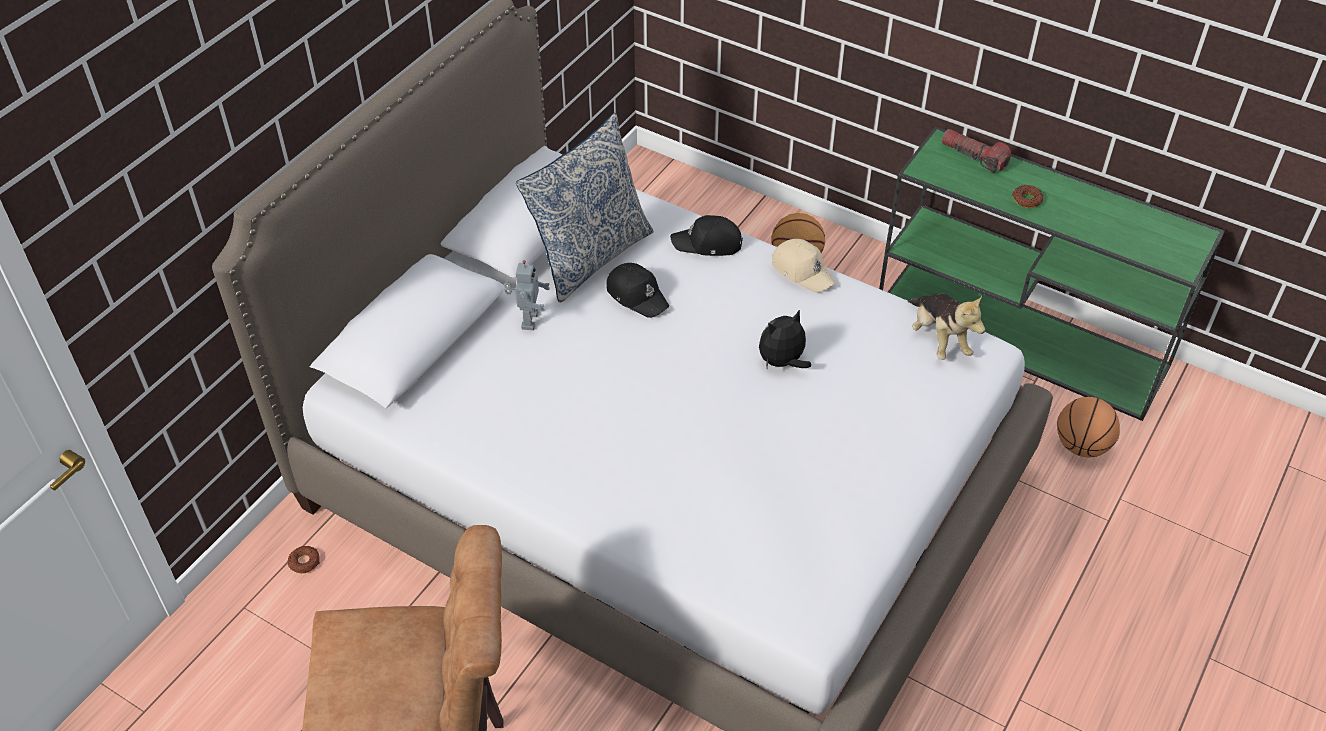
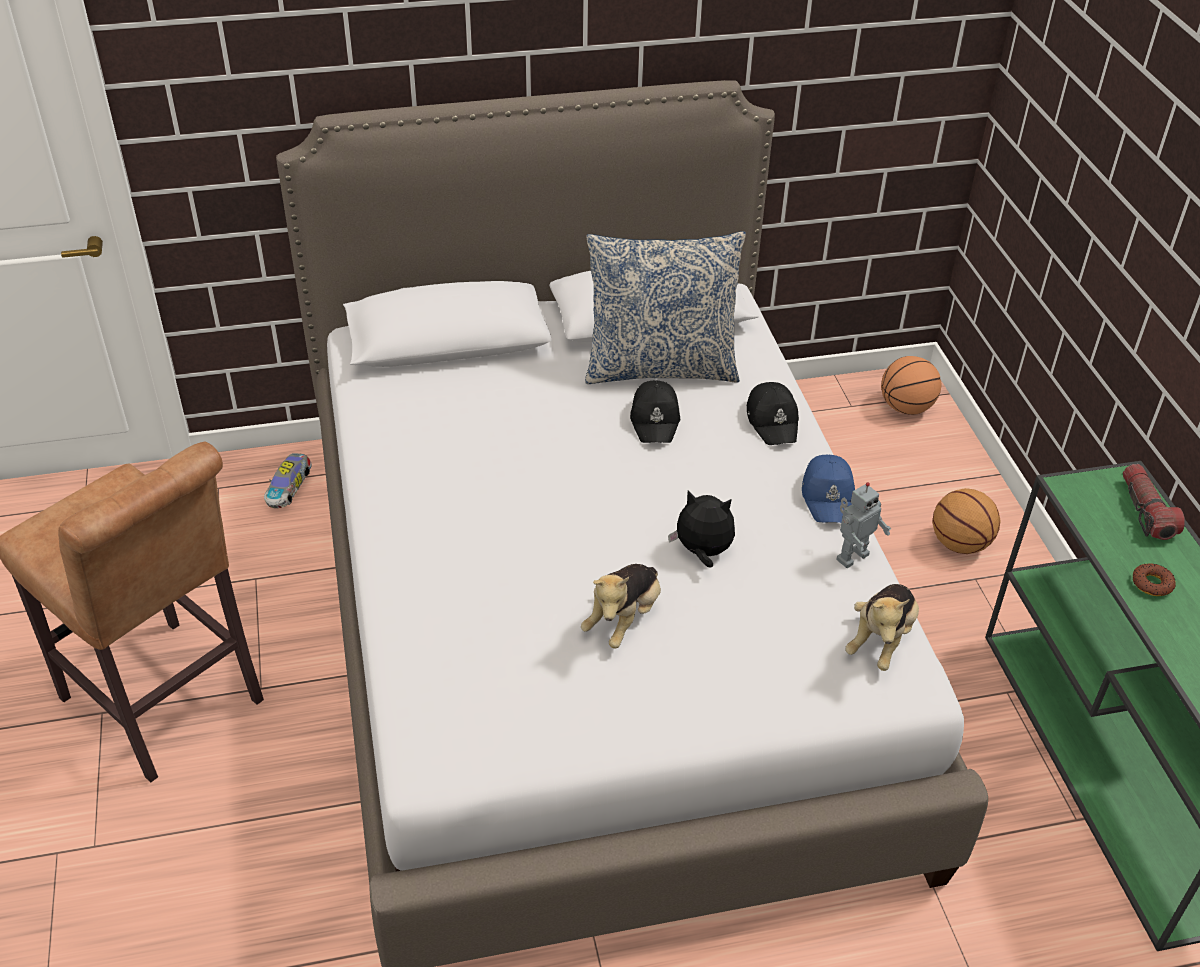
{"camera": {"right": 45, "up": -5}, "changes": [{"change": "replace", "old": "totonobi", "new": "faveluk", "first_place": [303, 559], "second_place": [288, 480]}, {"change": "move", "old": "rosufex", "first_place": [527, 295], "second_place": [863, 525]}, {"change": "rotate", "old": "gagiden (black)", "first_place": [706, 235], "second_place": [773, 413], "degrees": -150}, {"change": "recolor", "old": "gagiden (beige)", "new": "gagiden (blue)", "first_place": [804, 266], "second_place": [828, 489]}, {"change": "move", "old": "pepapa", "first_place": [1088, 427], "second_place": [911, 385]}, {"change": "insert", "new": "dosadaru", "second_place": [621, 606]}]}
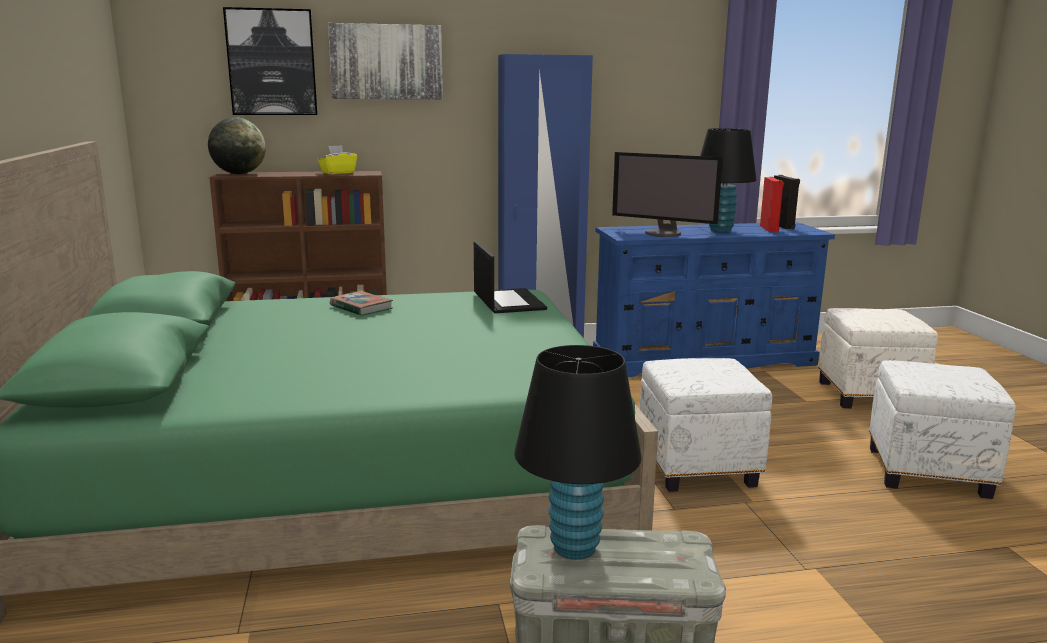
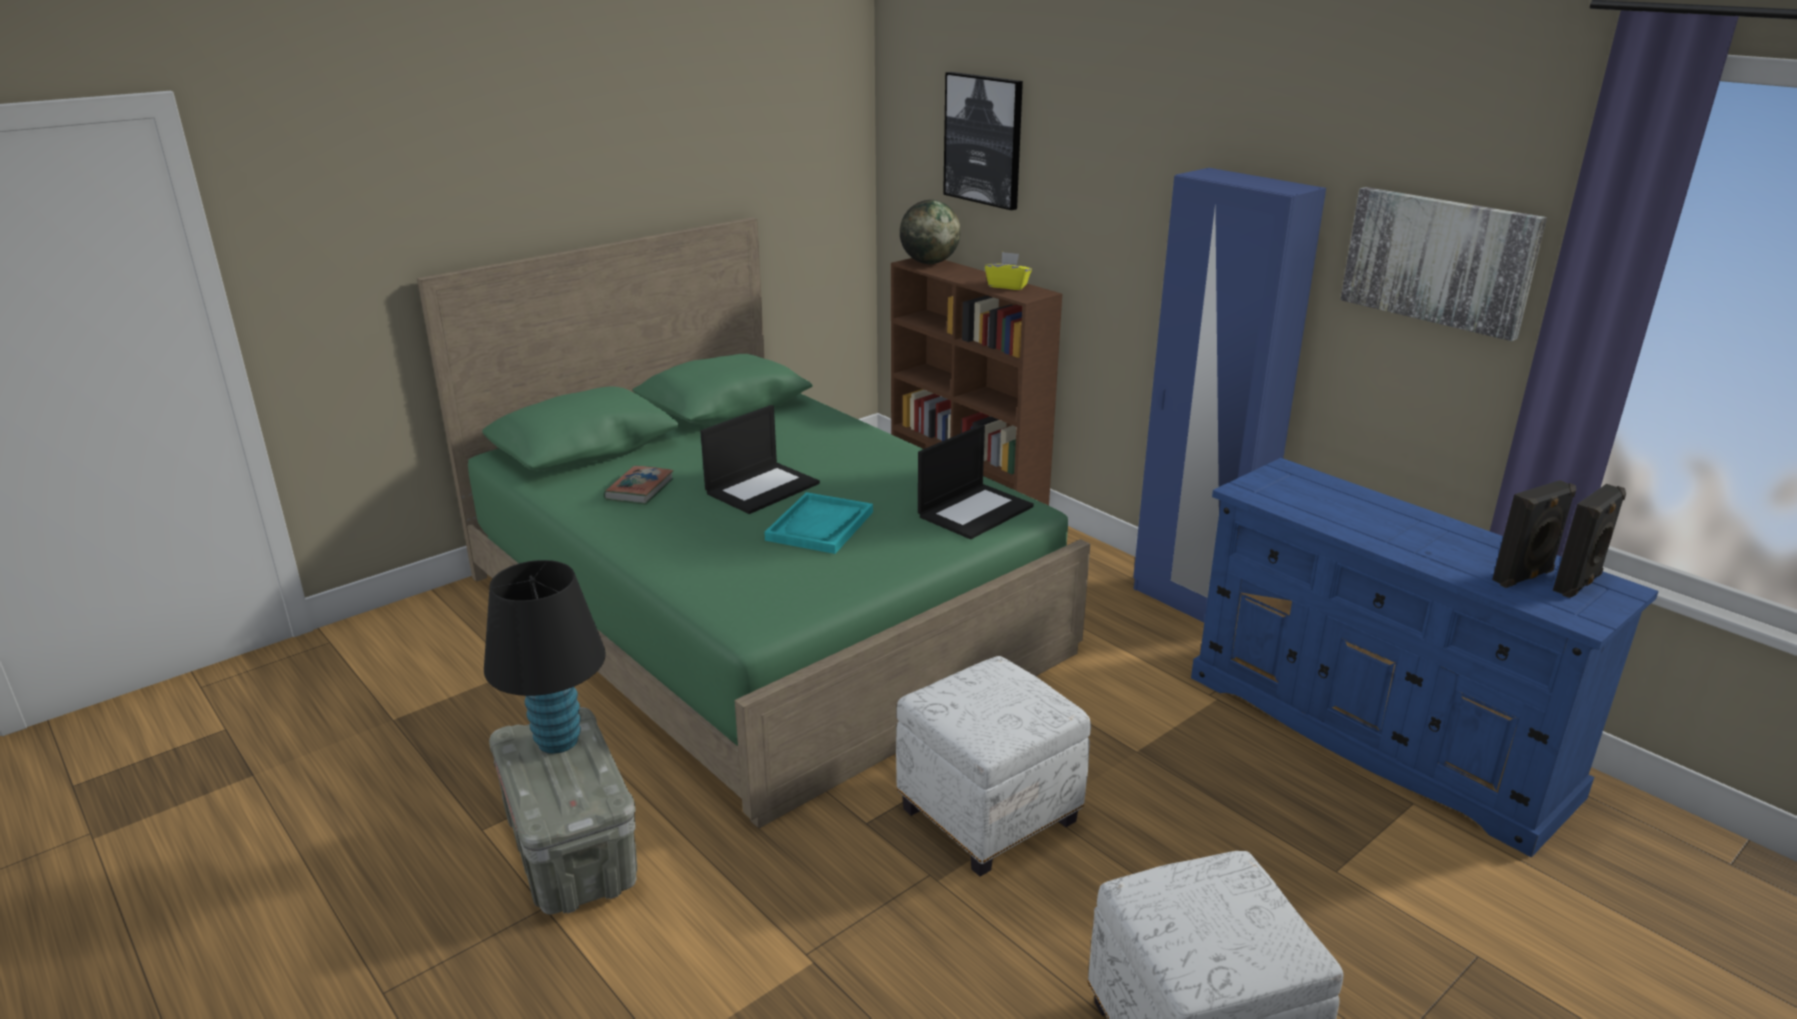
{"camera": {"right": 60, "up": 10}, "changes": [{"change": "move", "old": "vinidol", "first_place": [385, 61], "second_place": [1443, 264]}, {"change": "move", "old": "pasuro", "first_place": [361, 303], "second_place": [638, 485]}, {"change": "delete", "old": "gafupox", "first_place": [667, 194]}, {"change": "delete", "old": "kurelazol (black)", "first_place": [728, 180]}, {"change": "recolor", "old": "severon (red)", "new": "severon (black)", "first_place": [772, 205], "second_place": [1534, 534]}, {"change": "delete", "old": "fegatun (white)", "first_place": [878, 358]}, {"change": "insert", "new": "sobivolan", "second_place": [760, 459]}, {"change": "insert", "new": "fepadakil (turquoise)", "second_place": [818, 523]}]}
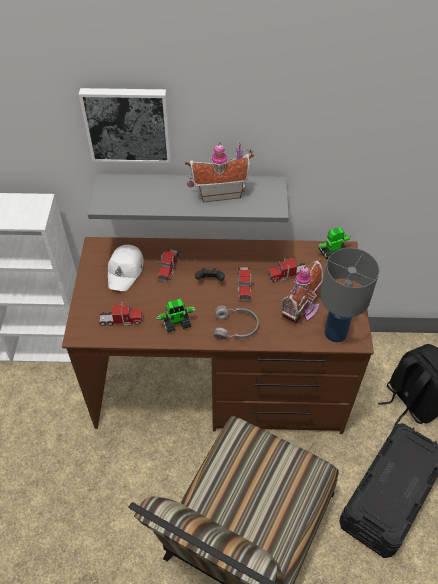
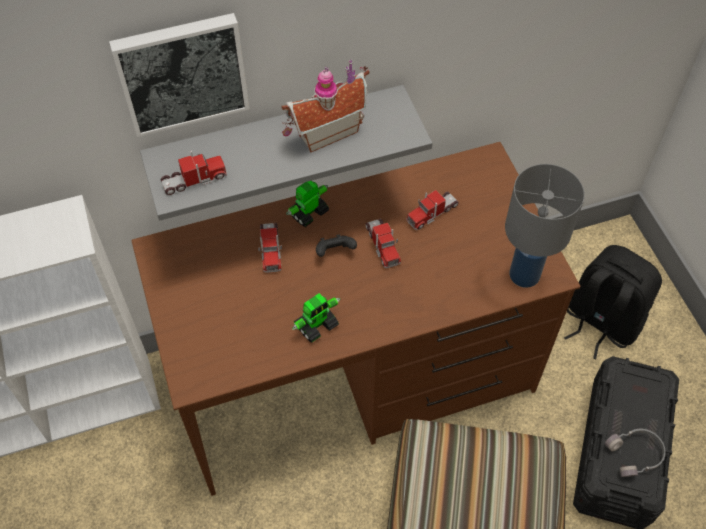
{"camera": {"right": -20, "up": 5}, "changes": [{"change": "move", "old": "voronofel", "first_place": [121, 314], "second_place": [194, 173]}, {"change": "delete", "old": "gagiden (white)", "first_place": [126, 268]}, {"change": "move", "old": "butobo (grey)", "first_place": [236, 322], "second_place": [635, 453]}, {"change": "delete", "old": "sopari", "first_place": [302, 291]}, {"change": "move", "old": "rosufex", "first_place": [334, 243], "second_place": [307, 204]}]}
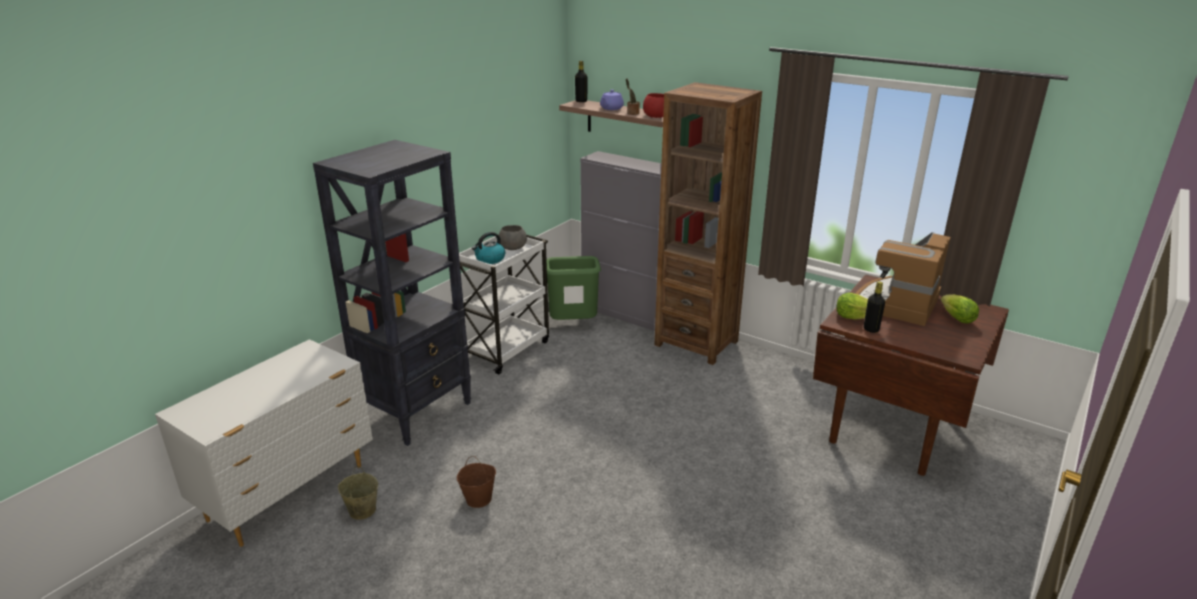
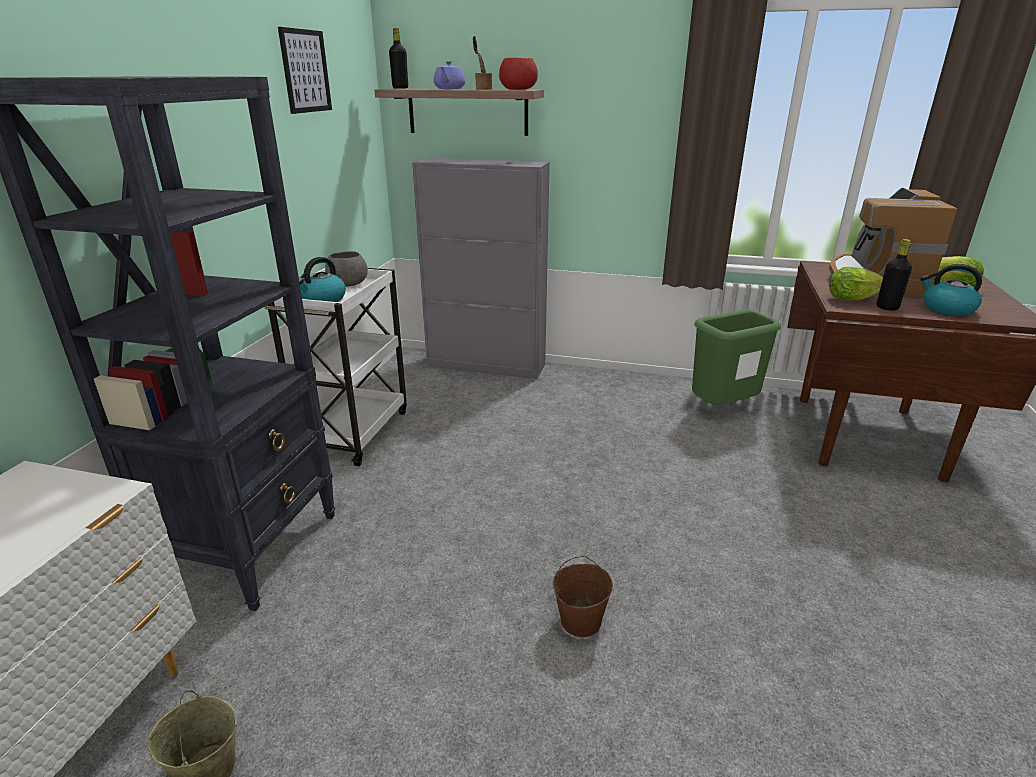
{"camera": {"right": -20, "up": 0}, "changes": [{"change": "move", "old": "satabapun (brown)", "first_place": [476, 482], "second_place": [583, 596]}, {"change": "move", "old": "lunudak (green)", "first_place": [574, 288], "second_place": [736, 357]}, {"change": "delete", "old": "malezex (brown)", "first_place": [708, 223]}, {"change": "insert", "new": "vinidol", "second_place": [305, 70]}, {"change": "insert", "new": "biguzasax", "second_place": [951, 290]}]}
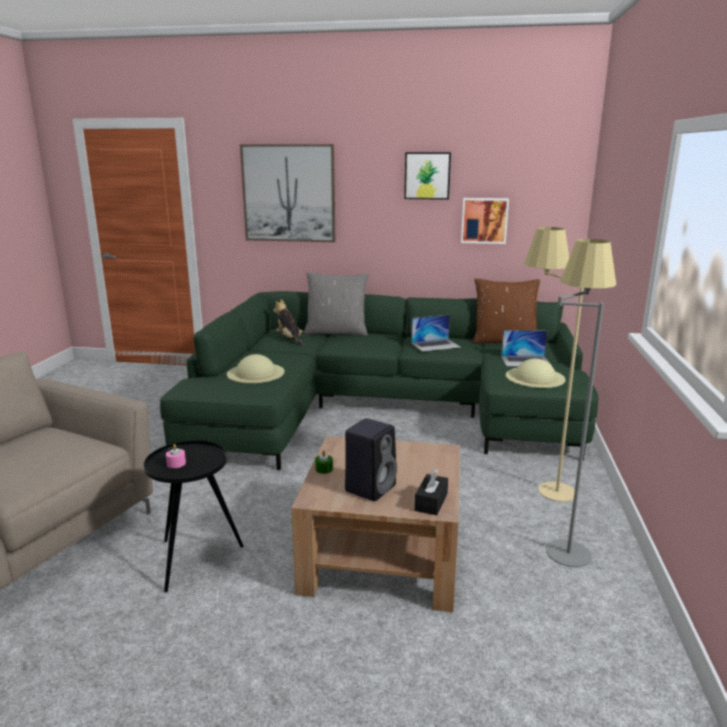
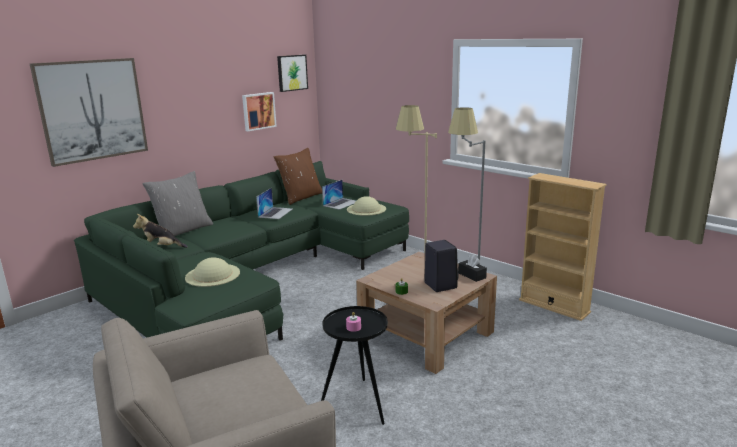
{"camera": {"right": -55, "up": 0}, "changes": [{"change": "move", "old": "vinidol", "first_place": [427, 176], "second_place": [292, 73]}, {"change": "insert", "new": "malezex (beige)", "second_place": [563, 247]}]}
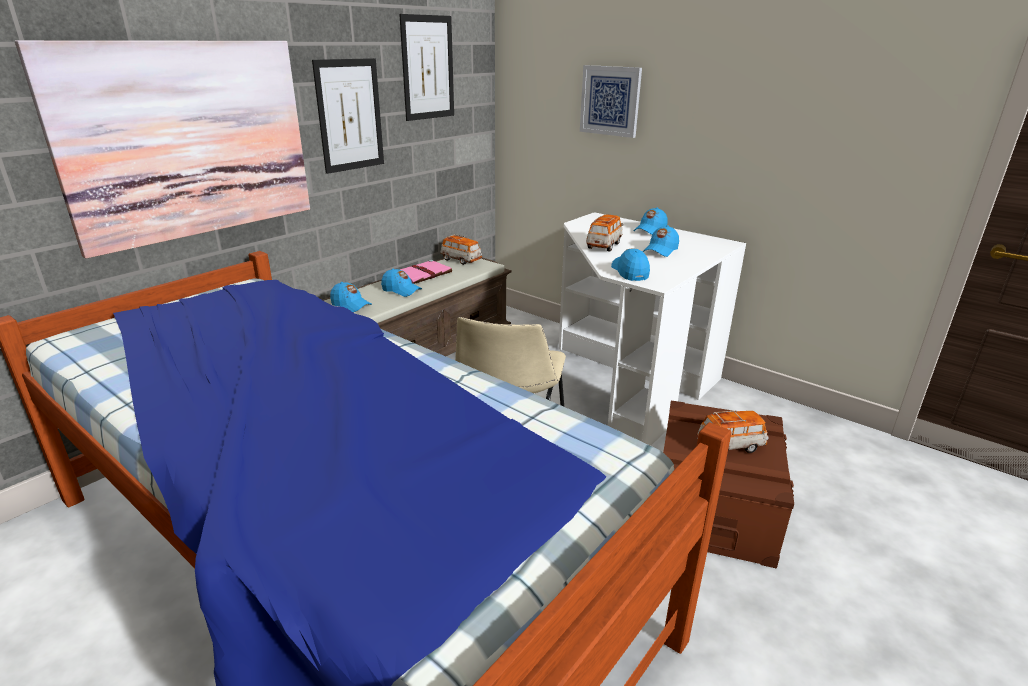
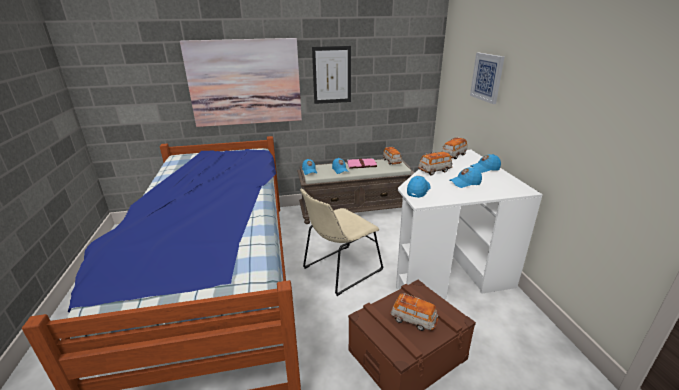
{"camera": {"right": 40, "up": 0}, "changes": [{"change": "delete", "old": "vinidol", "first_place": [426, 67]}, {"change": "insert", "new": "faveluk", "second_place": [454, 148]}]}
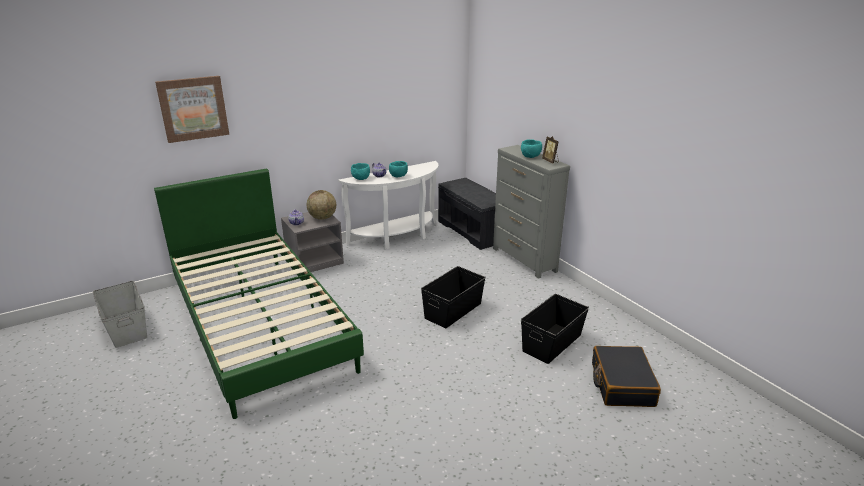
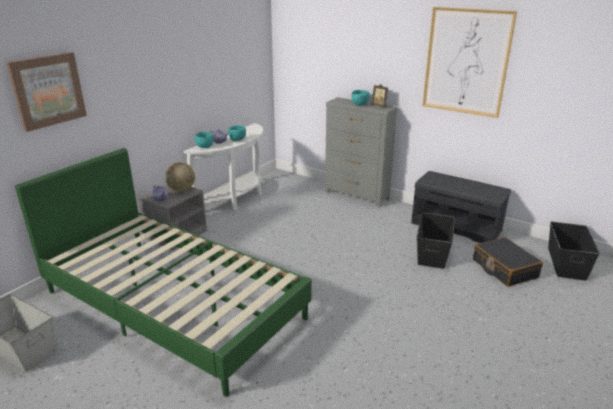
{"camera": {"right": -25, "up": 0}, "changes": [{"change": "move", "old": "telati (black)", "first_place": [453, 297], "second_place": [574, 251]}, {"change": "move", "old": "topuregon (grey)", "first_place": [467, 214], "second_place": [461, 207]}, {"change": "insert", "new": "vinidol", "second_place": [470, 62]}]}
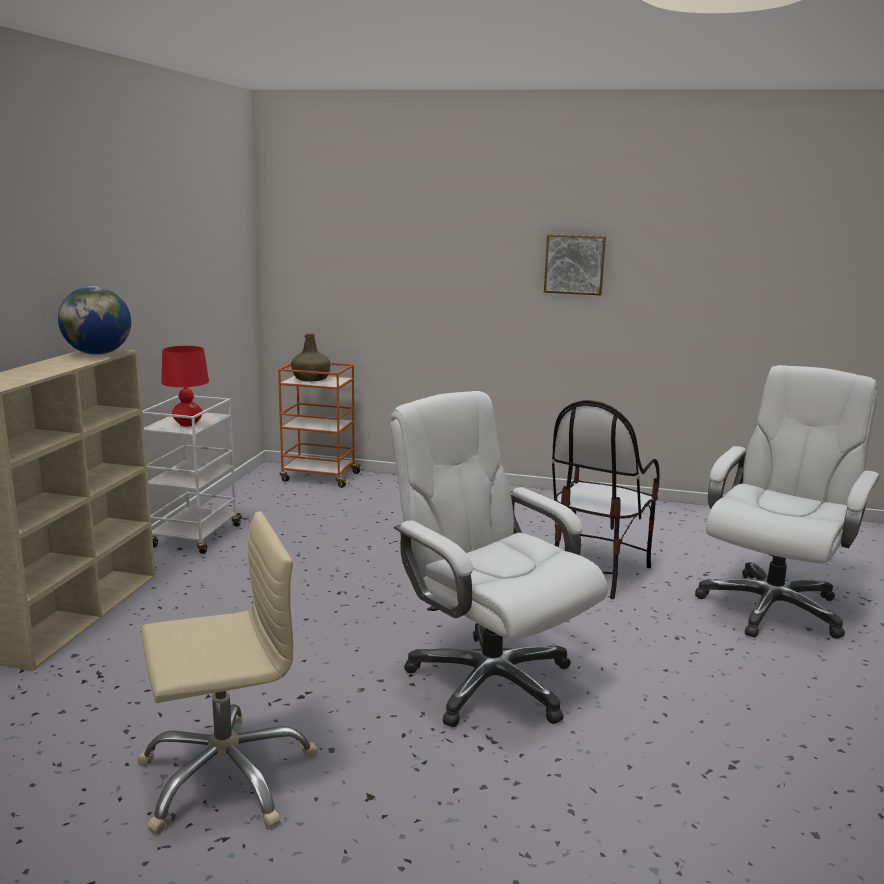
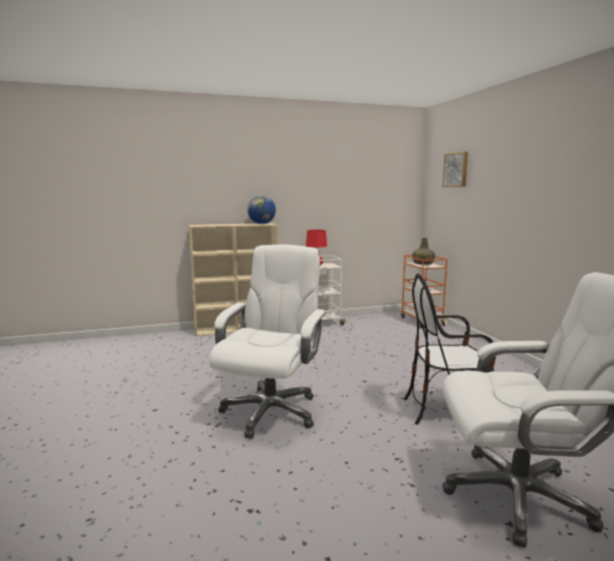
{"camera": {"right": 60, "up": -5}, "changes": [{"change": "delete", "old": "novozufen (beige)", "first_place": [227, 672]}, {"change": "move", "old": "vinidol", "first_place": [575, 264], "second_place": [455, 169]}]}
